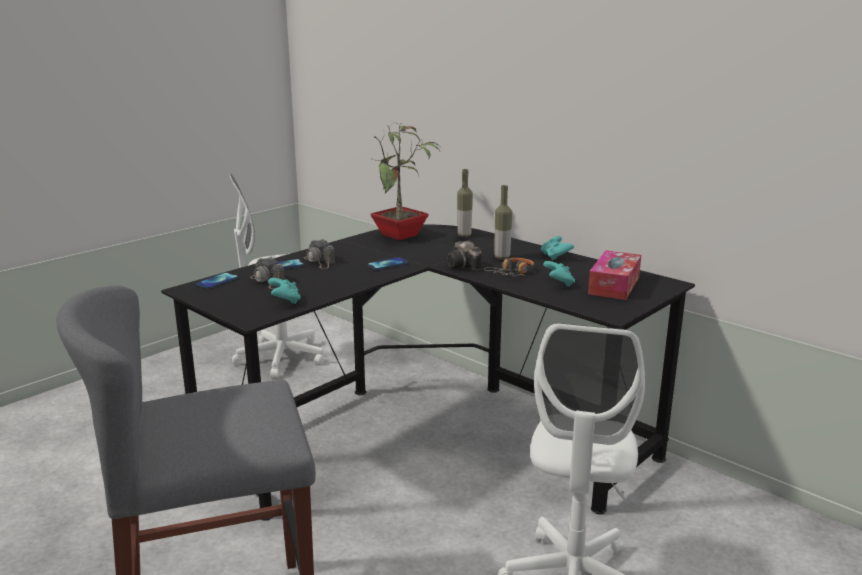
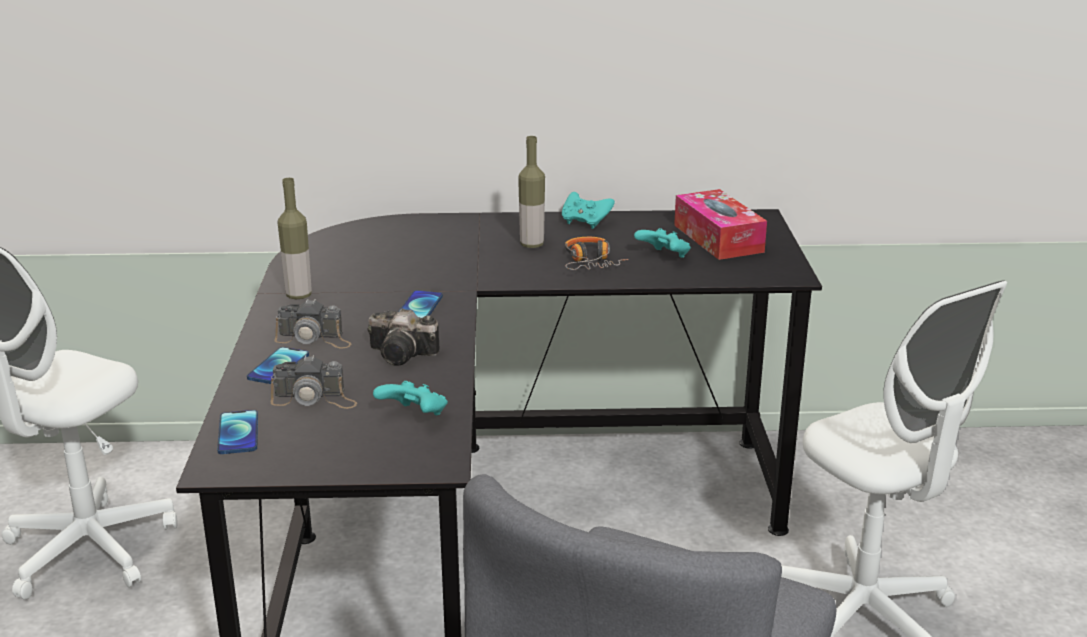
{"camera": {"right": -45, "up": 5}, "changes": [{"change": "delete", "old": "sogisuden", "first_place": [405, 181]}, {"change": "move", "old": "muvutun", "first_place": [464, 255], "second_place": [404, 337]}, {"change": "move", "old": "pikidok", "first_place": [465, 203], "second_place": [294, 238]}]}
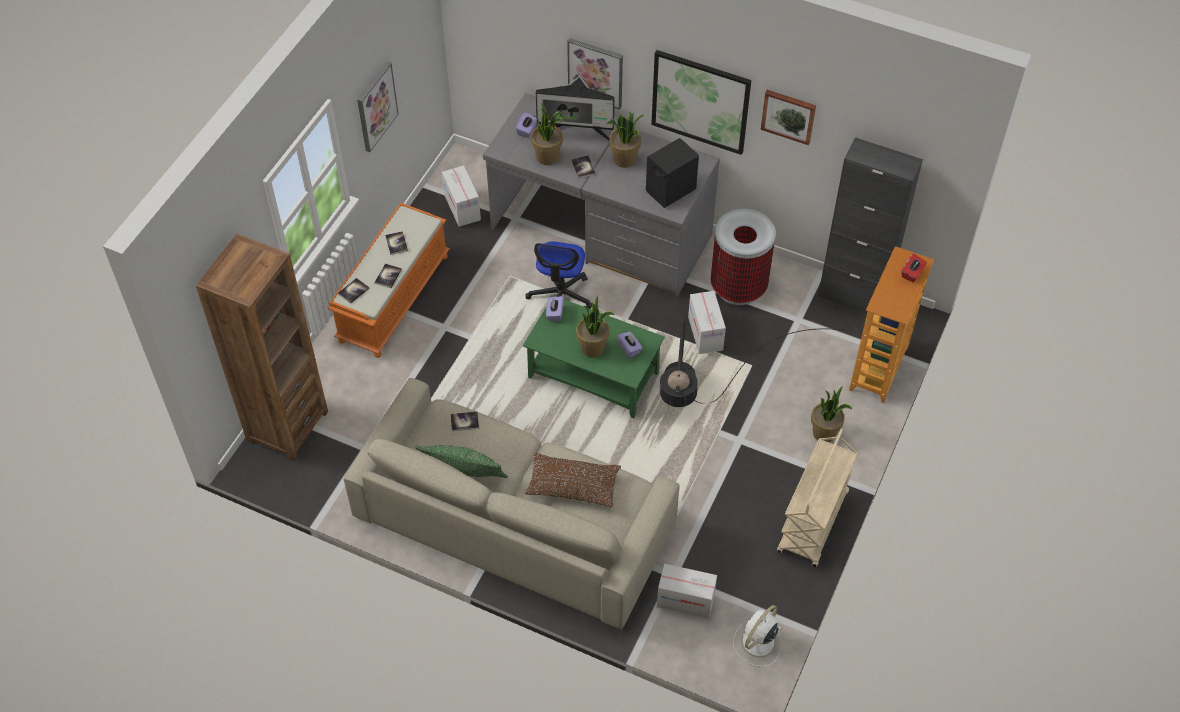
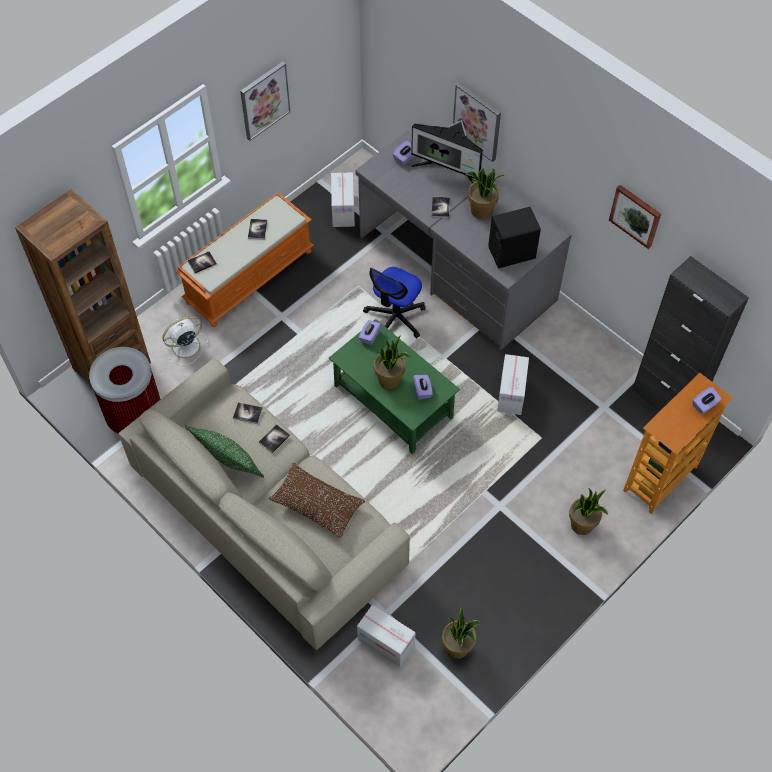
{"camera": {"right": 20, "up": 5}, "changes": [{"change": "move", "old": "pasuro", "first_place": [388, 275], "second_place": [274, 438]}, {"change": "move", "old": "sogisuden", "first_place": [547, 133], "second_place": [462, 632]}, {"change": "delete", "old": "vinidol", "first_place": [701, 102]}, {"change": "delete", "old": "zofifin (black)", "first_place": [753, 362]}, {"change": "move", "old": "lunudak", "first_place": [743, 257], "second_place": [125, 390]}, {"change": "move", "old": "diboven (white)", "first_place": [757, 636], "second_place": [185, 340]}, {"change": "delete", "old": "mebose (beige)", "first_place": [817, 498]}, {"change": "recolor", "old": "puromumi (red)", "new": "puromumi (purple)", "first_place": [914, 268], "second_place": [707, 400]}]}
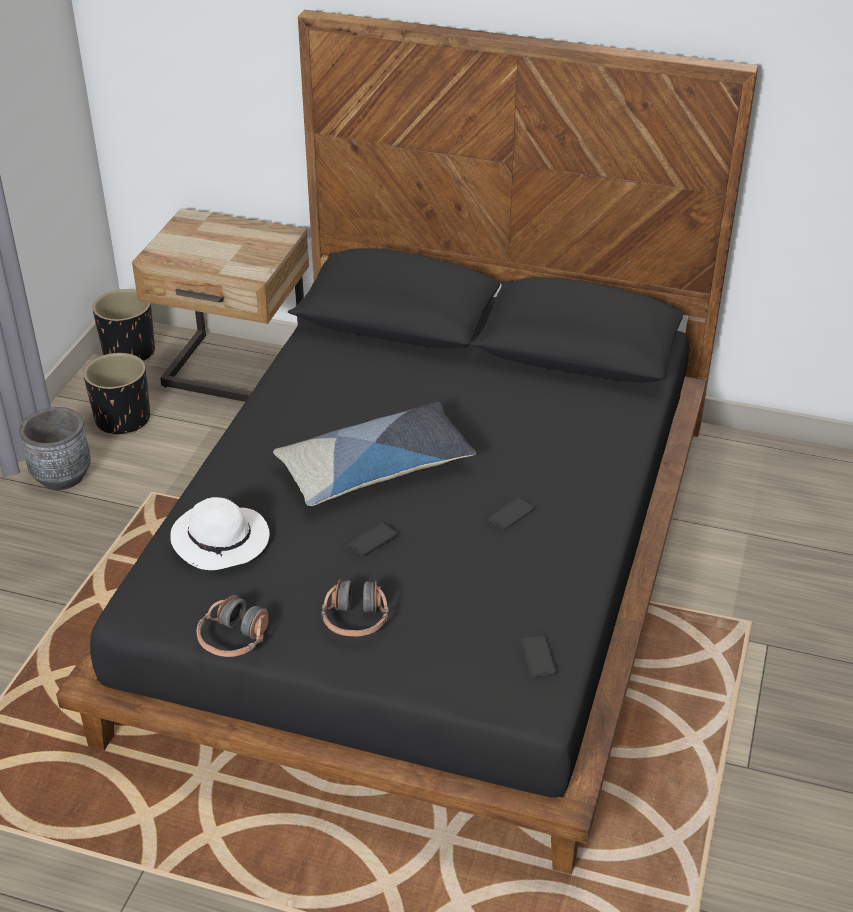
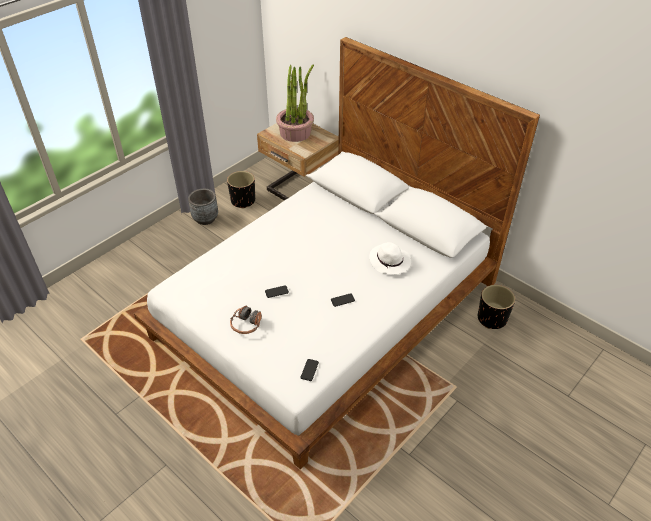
{"camera": {"right": 25, "up": 5}, "changes": [{"change": "recolor", "old": "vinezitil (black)", "new": "vinezitil (white)", "first_place": [407, 442], "second_place": [337, 253]}, {"change": "move", "old": "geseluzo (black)", "first_place": [123, 325], "second_place": [496, 307]}, {"change": "move", "old": "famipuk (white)", "first_place": [220, 533], "second_place": [390, 258]}, {"change": "delete", "old": "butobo", "first_place": [233, 626]}, {"change": "delete", "old": "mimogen", "first_place": [374, 454]}, {"change": "insert", "new": "sogisuden", "second_place": [295, 103]}]}
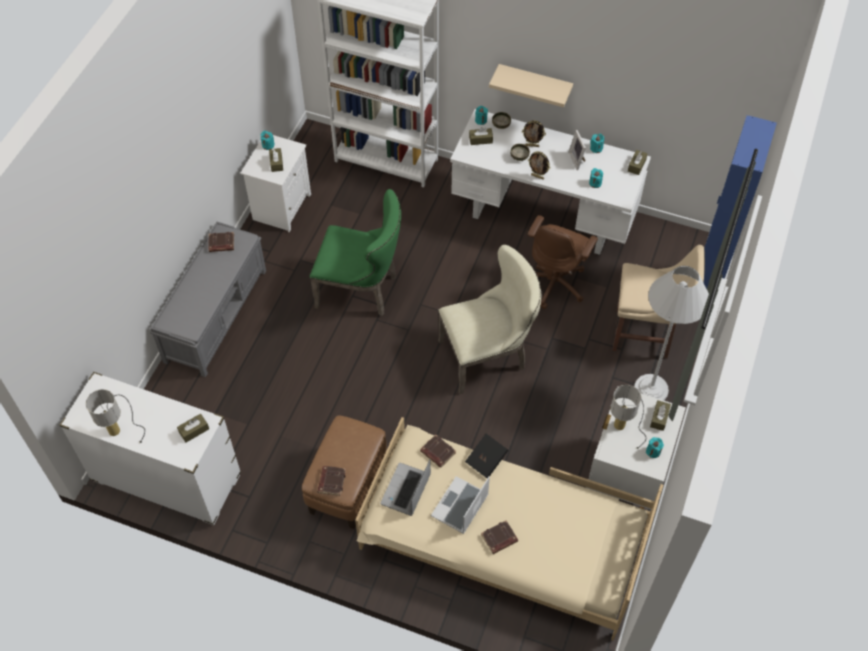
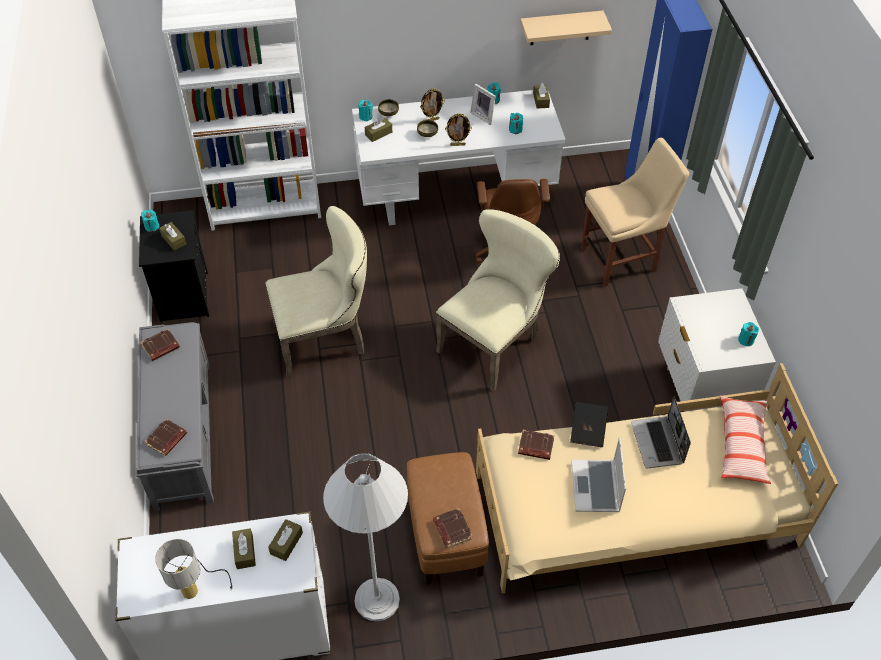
{"camera": {"right": -30, "up": -5}, "changes": [{"change": "recolor", "old": "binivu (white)", "new": "binivu (black)", "first_place": [275, 183], "second_place": [174, 265]}, {"change": "recolor", "old": "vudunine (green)", "new": "vudunine (beige)", "first_place": [355, 252], "second_place": [316, 292]}, {"change": "move", "old": "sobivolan", "first_place": [406, 488], "second_place": [661, 432]}, {"change": "move", "old": "pasuro (brown)", "first_place": [499, 537], "second_place": [166, 437]}, {"change": "move", "old": "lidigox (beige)", "first_place": [531, 85], "second_place": [566, 28]}, {"change": "delete", "old": "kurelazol", "first_place": [628, 417]}, {"change": "move", "old": "zofifin (white)", "first_place": [671, 333], "second_place": [365, 537]}, {"change": "move", "old": "puromumi (brown)", "first_place": [660, 415], "second_place": [244, 548]}, {"change": "insert", "new": "mimogen", "second_place": [745, 439]}]}
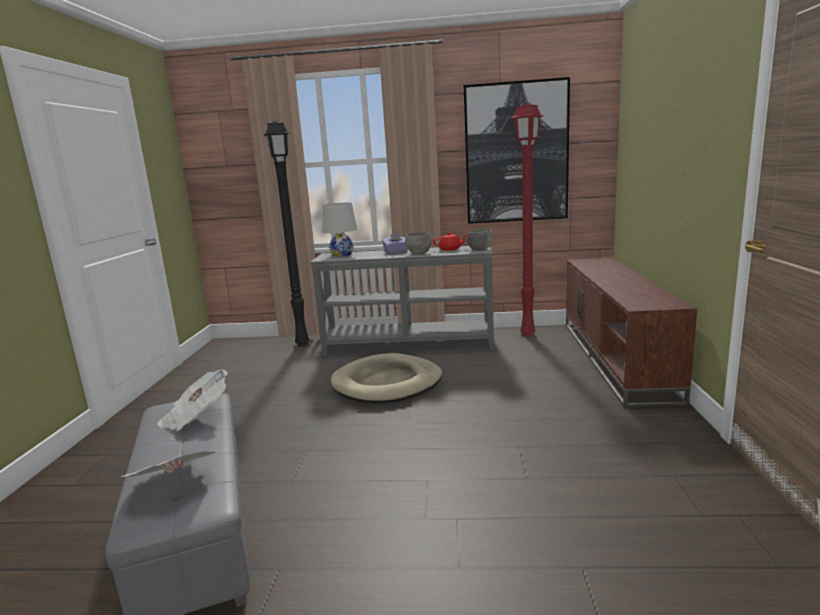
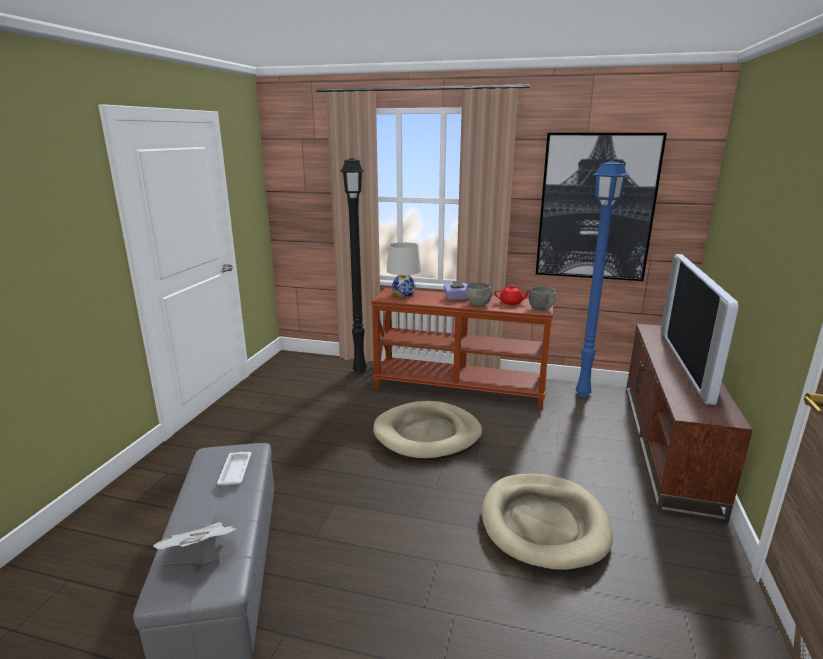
{"camera": {"right": 10, "up": 5}, "changes": [{"change": "replace", "old": "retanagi", "new": "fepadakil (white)", "first_place": [192, 400], "second_place": [234, 468]}, {"change": "recolor", "old": "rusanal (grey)", "new": "rusanal (brown)", "first_place": [402, 301], "second_place": [462, 348]}, {"change": "recolor", "old": "zofifin (red)", "new": "zofifin (blue)", "first_place": [527, 219], "second_place": [602, 279]}, {"change": "insert", "new": "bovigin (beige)", "second_place": [547, 523]}, {"change": "insert", "new": "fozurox", "second_place": [700, 329]}]}
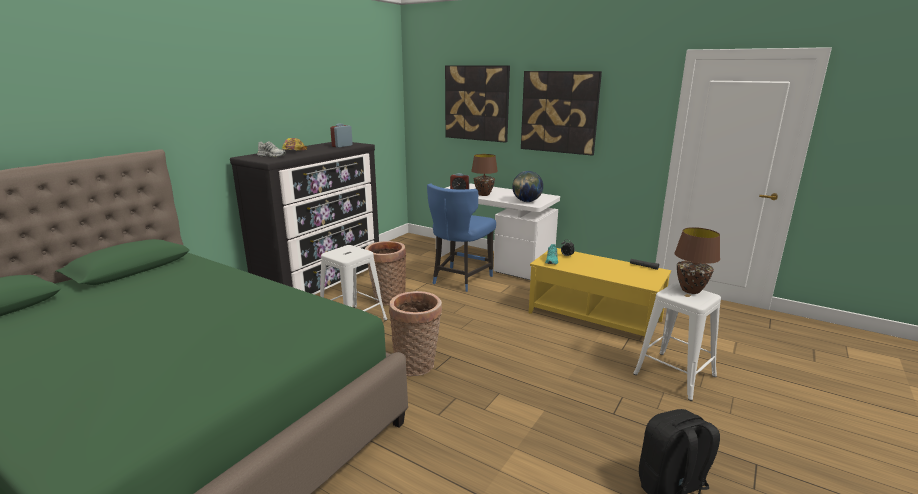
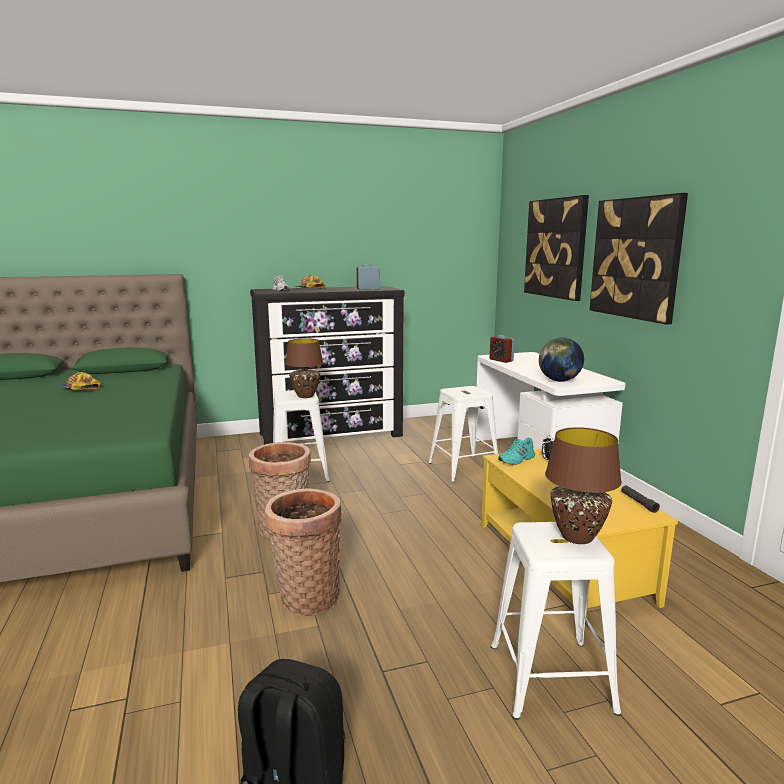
{"camera": {"right": 40, "up": -5}, "changes": [{"change": "move", "old": "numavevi", "first_place": [385, 273], "second_place": [303, 552]}, {"change": "replace", "old": "vudunine (blue)", "new": "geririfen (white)", "first_place": [461, 237], "second_place": [463, 434]}, {"change": "move", "old": "kurelazol (brown)", "first_place": [484, 175], "second_place": [304, 368]}, {"change": "insert", "new": "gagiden", "second_place": [80, 381]}]}
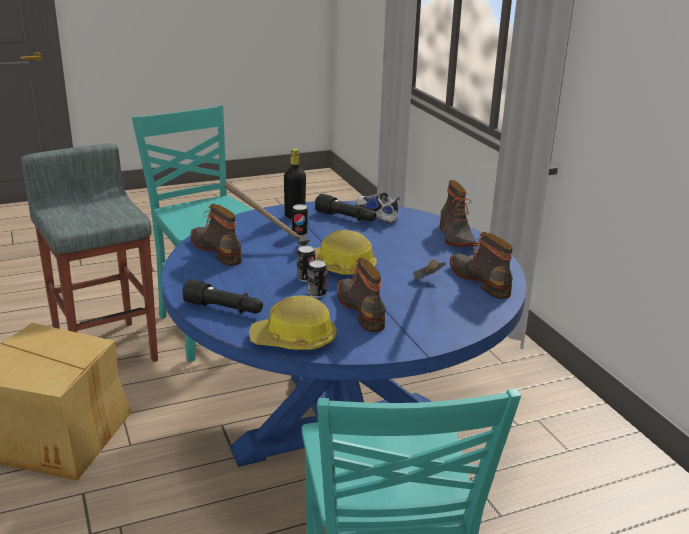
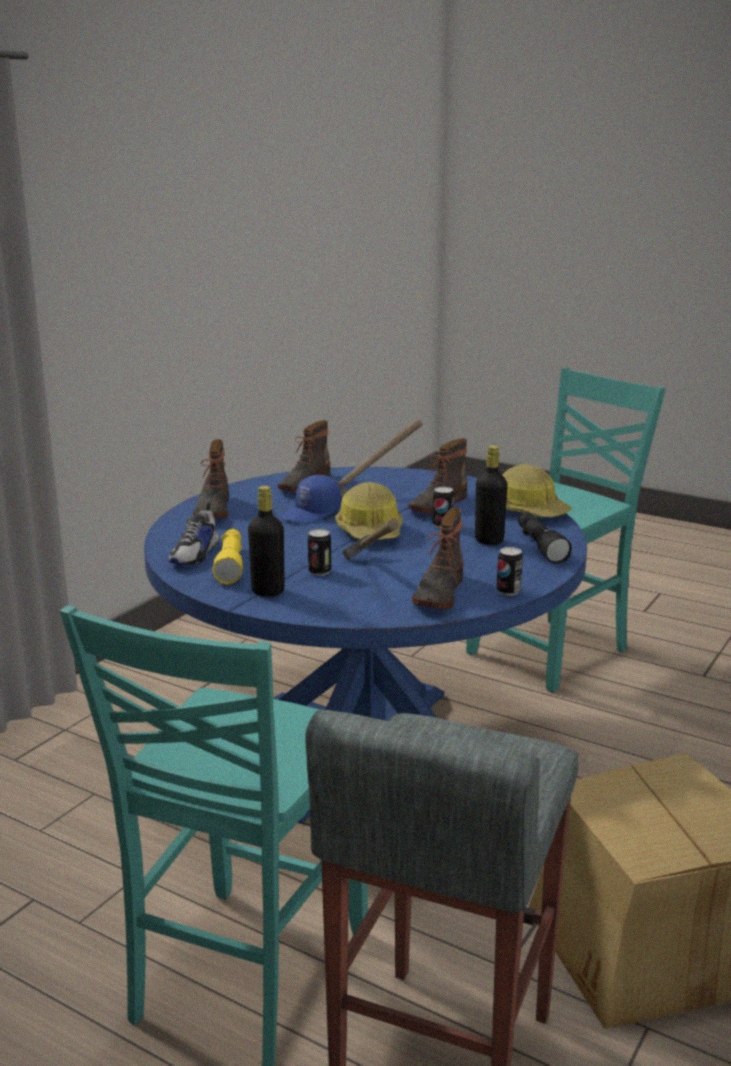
{"camera": {"right": -125, "up": -5}, "changes": [{"change": "move", "old": "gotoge", "first_place": [306, 264], "second_place": [510, 571]}, {"change": "recolor", "old": "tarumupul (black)", "new": "tarumupul (yellow)", "first_place": [345, 207], "second_place": [227, 556]}, {"change": "rotate", "old": "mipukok", "first_place": [458, 213], "second_place": [211, 478], "degrees": 135}, {"change": "insert", "new": "gagiden (blue)", "second_place": [311, 499]}, {"change": "insert", "new": "pikidok (black)", "second_place": [491, 495]}]}
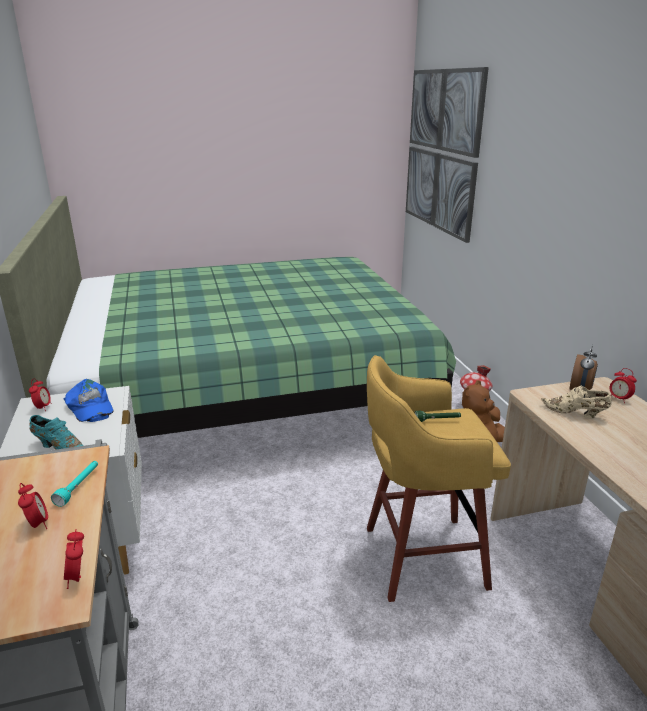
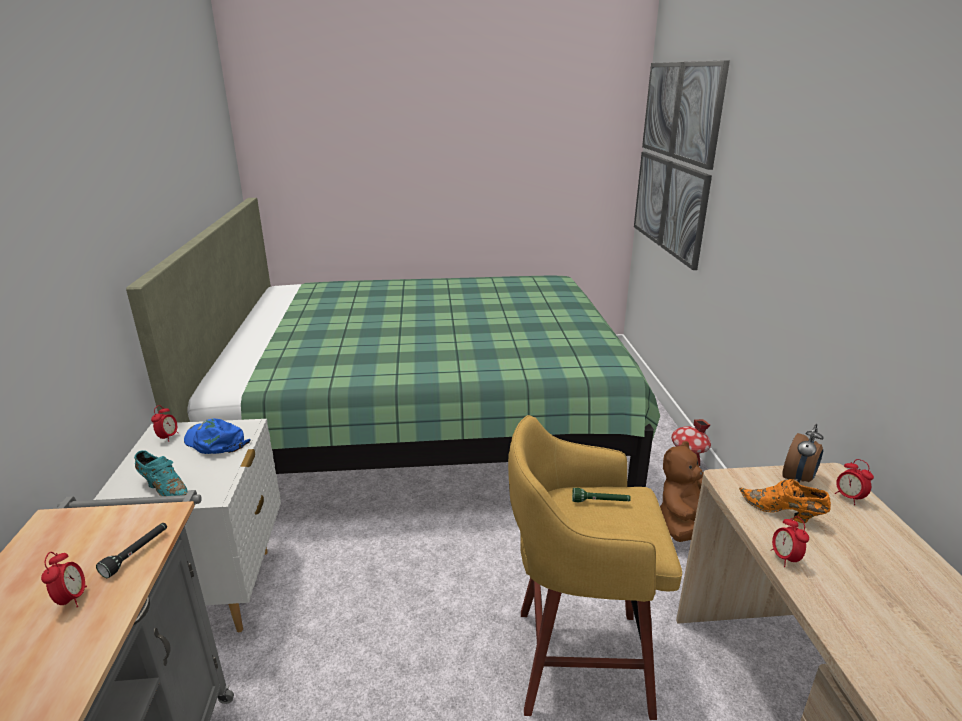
{"camera": {"right": 10, "up": 0}, "changes": [{"change": "recolor", "old": "tarumupul (turquoise)", "new": "tarumupul (black)", "first_place": [74, 484], "second_place": [131, 550]}, {"change": "rotate", "old": "gagiden (blue)", "first_place": [88, 400], "second_place": [217, 436], "degrees": 150}, {"change": "move", "old": "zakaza", "first_place": [74, 559], "second_place": [790, 541]}, {"change": "recolor", "old": "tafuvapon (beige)", "new": "tafuvapon (orange)", "first_place": [576, 402], "second_place": [785, 501]}]}
